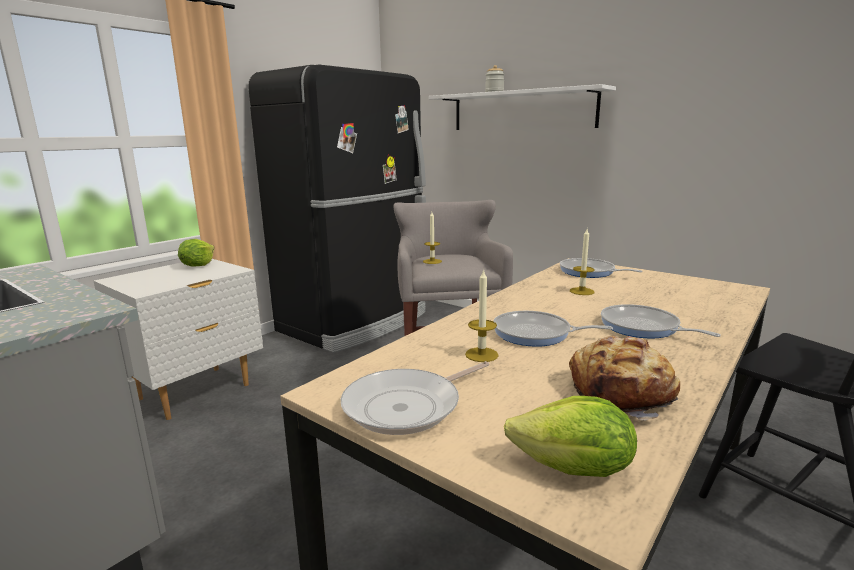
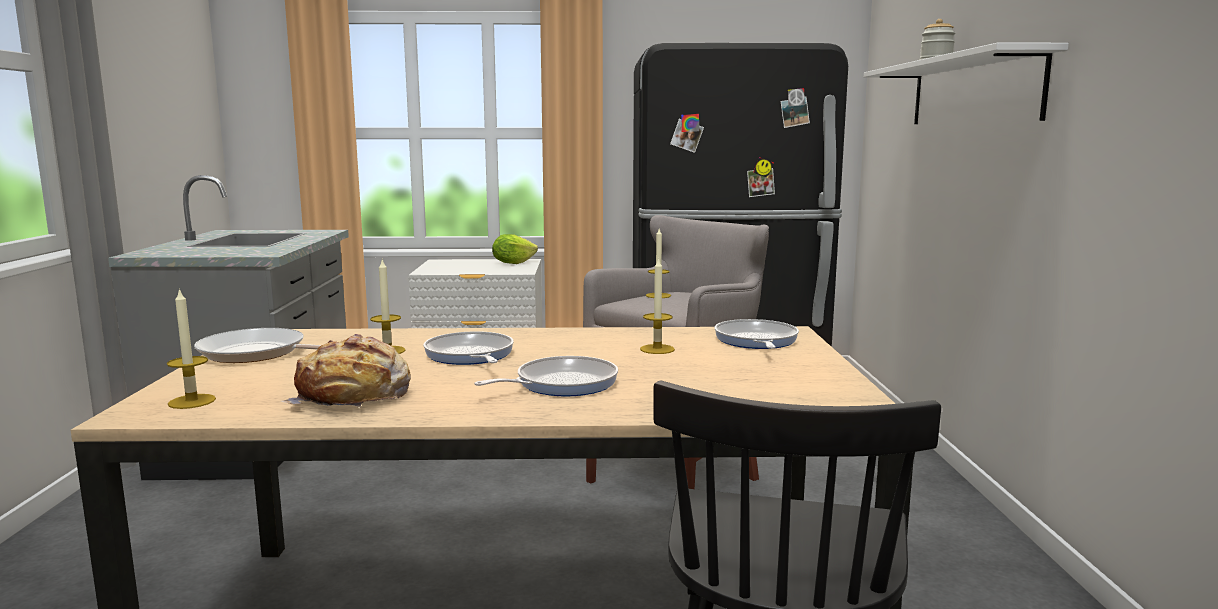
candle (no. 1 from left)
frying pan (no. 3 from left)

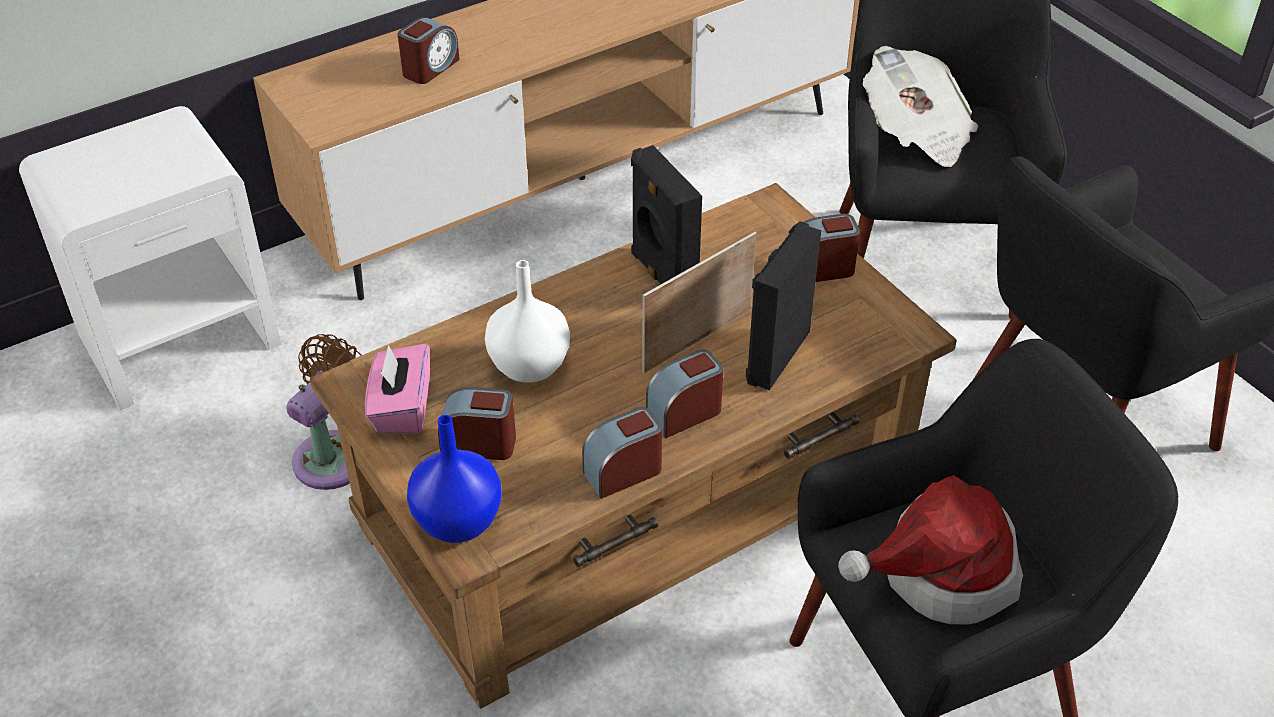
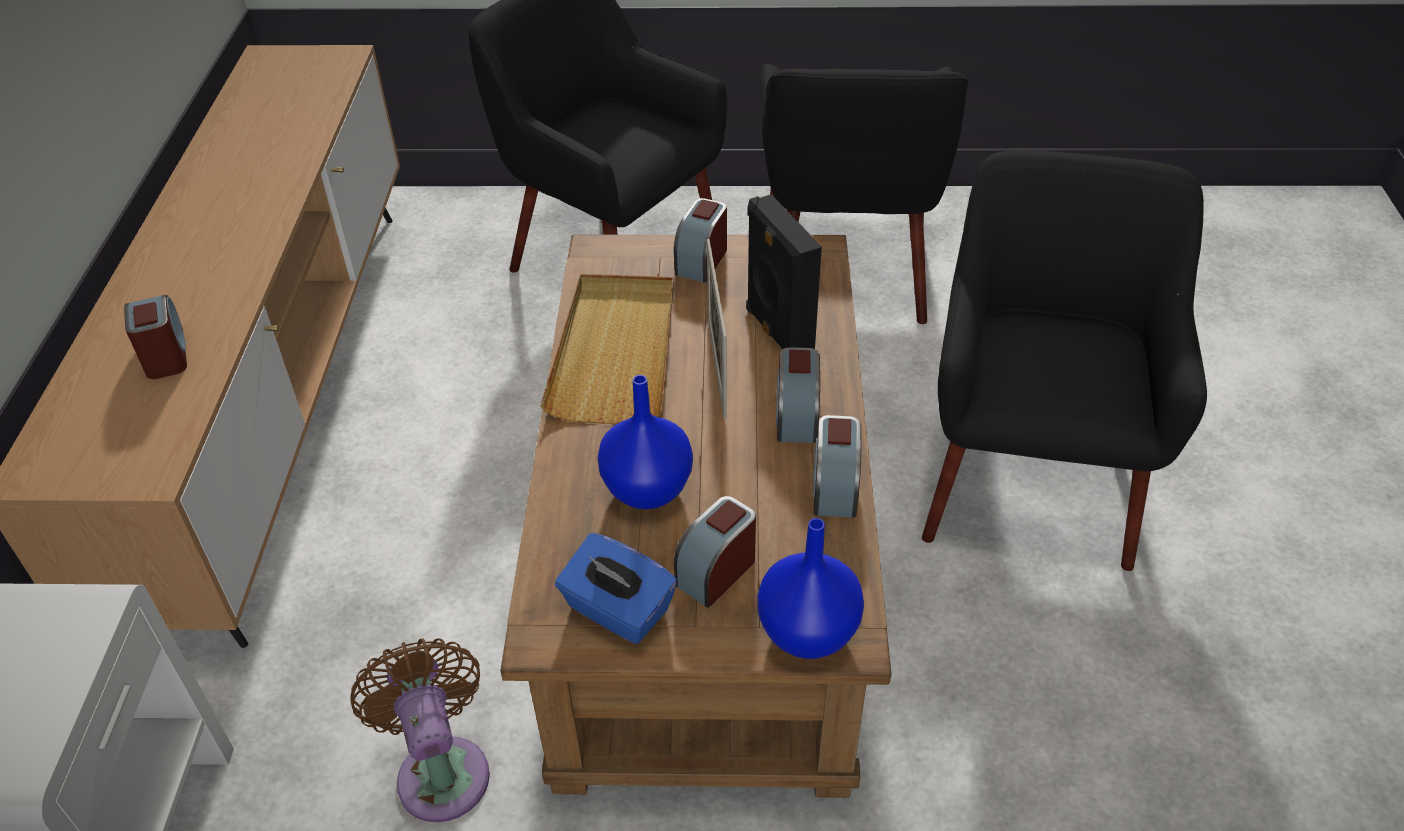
blue tissue box
blue vase (no. 1 from left)
beige tray
hat
newspaper

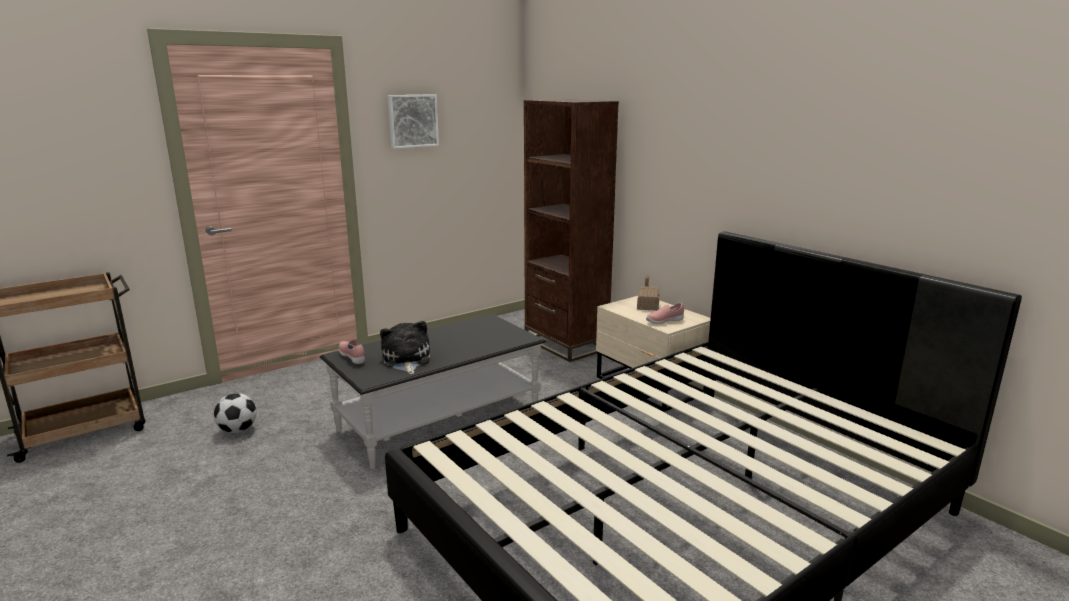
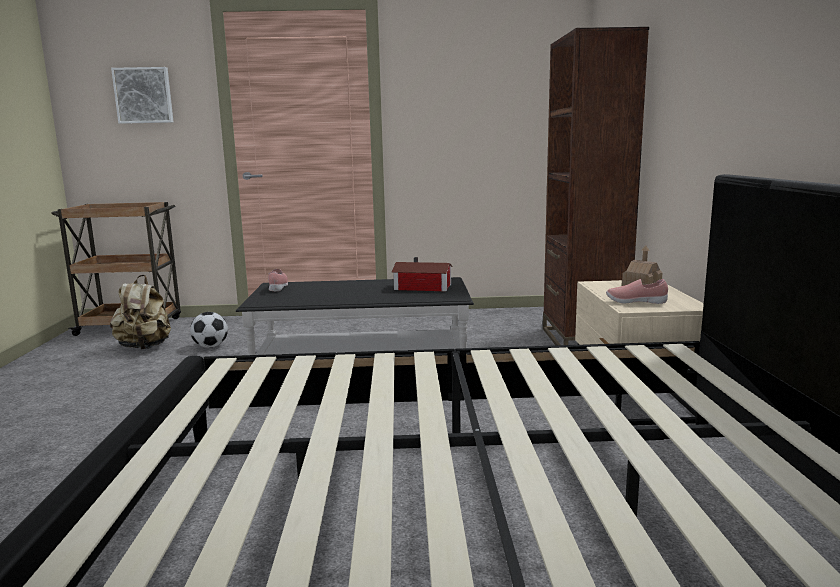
plush toy
picture
beige backpack
toy house (no. 1 from left)

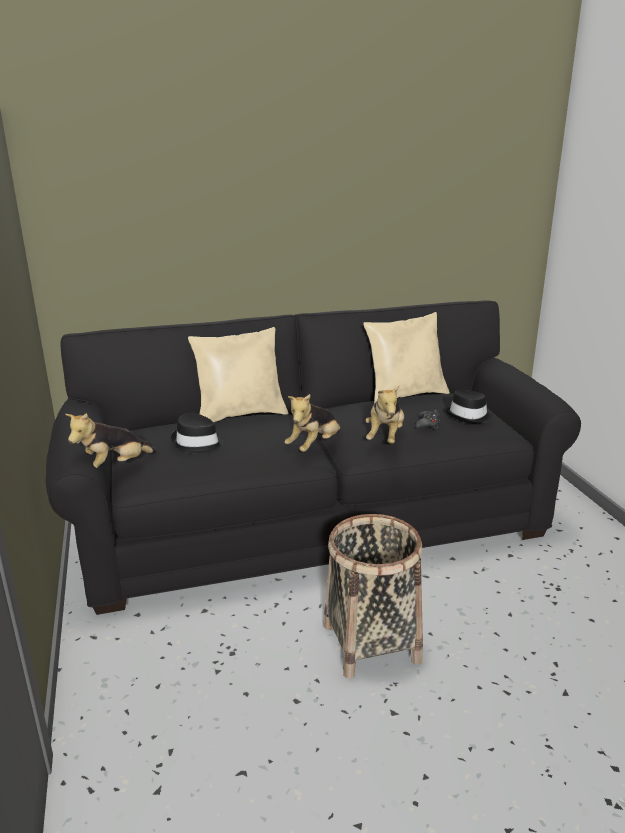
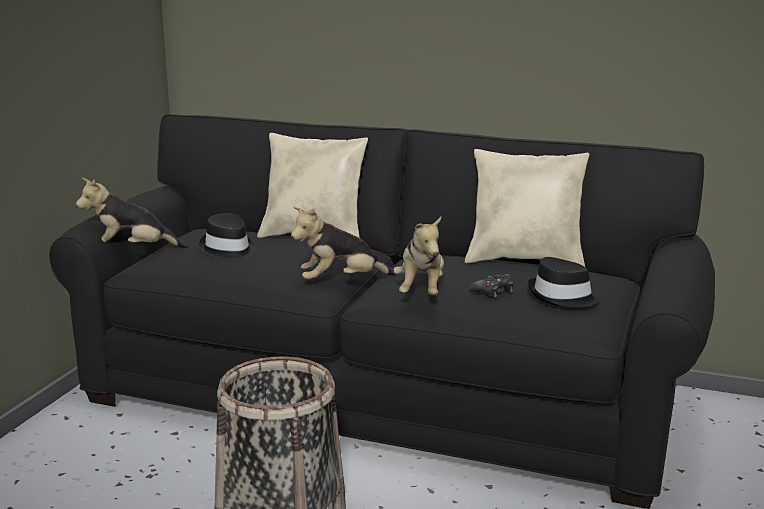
plush toy (no. 3 from left)

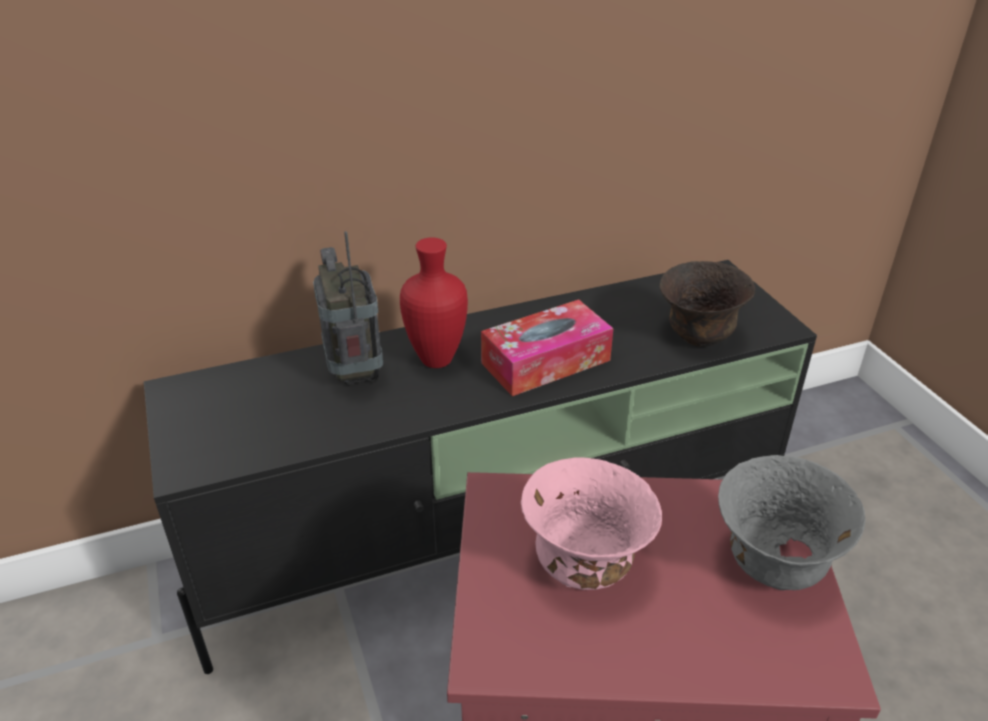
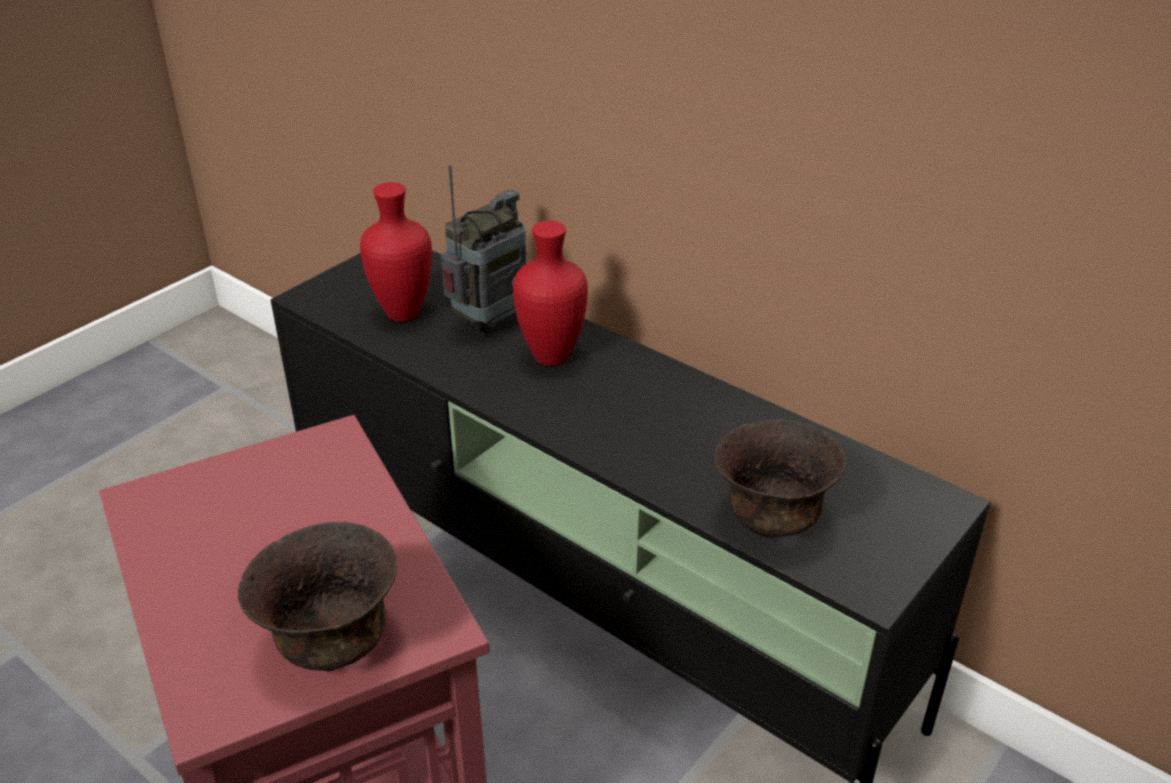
tissue box
pink bowl
brown bowl (no. 1 from left)
red vase (no. 1 from left)

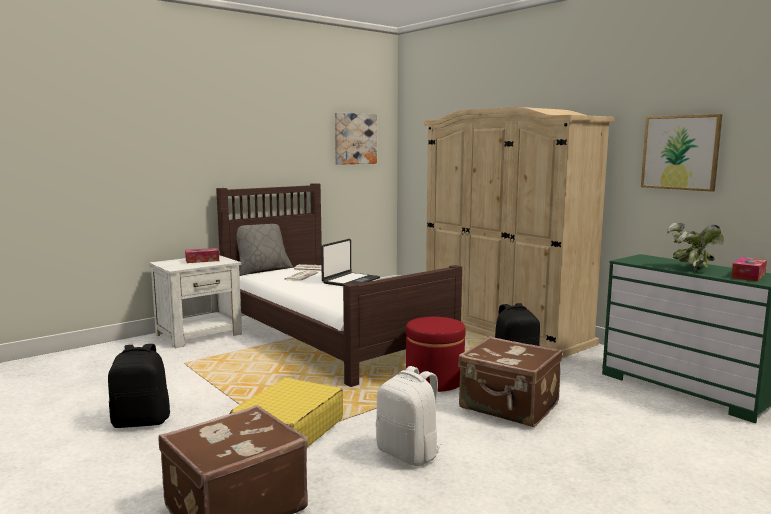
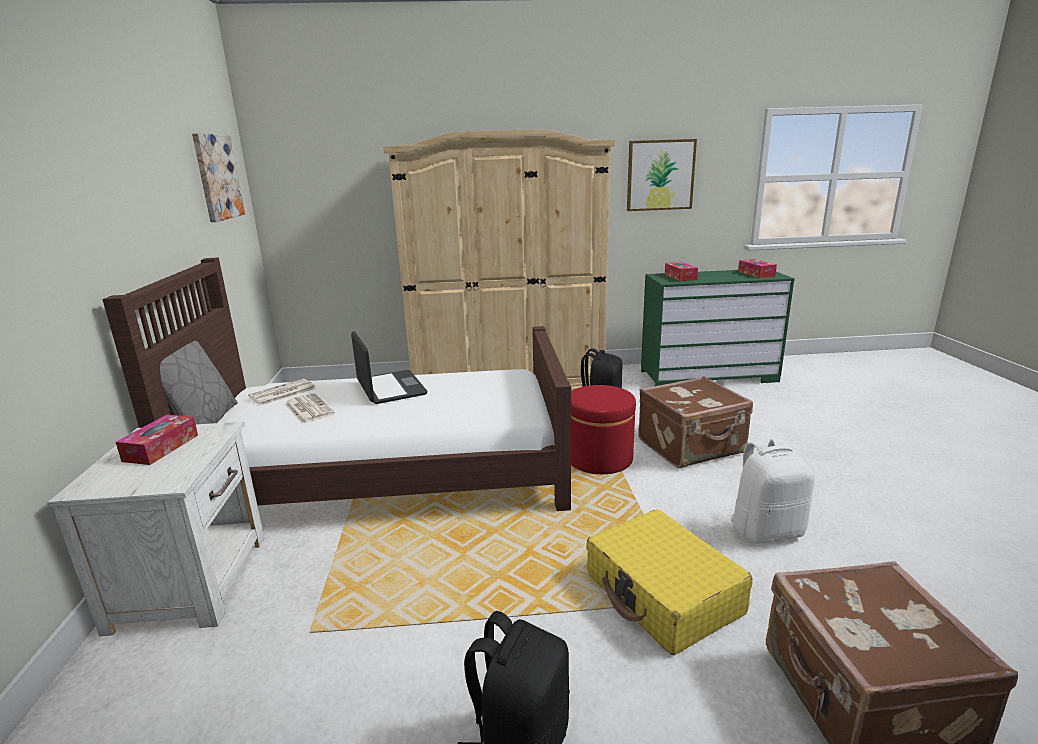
potted plant
tissue box (no. 2 from left)

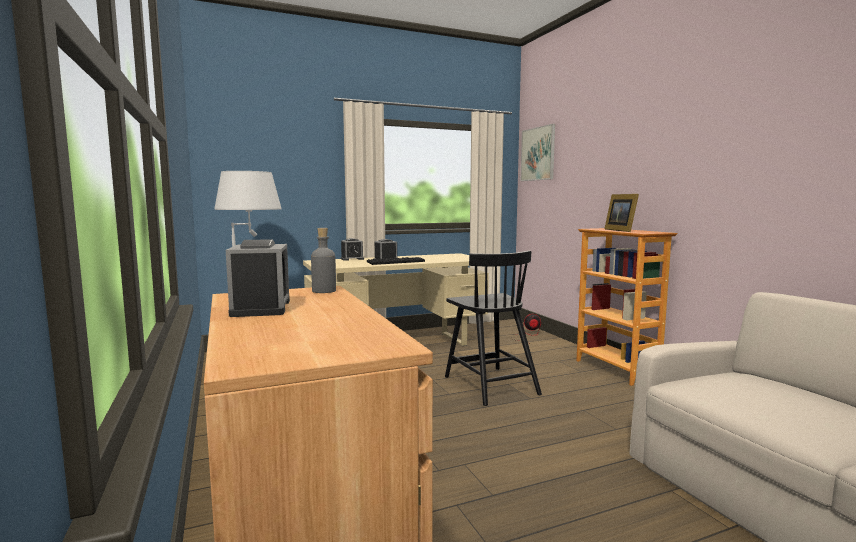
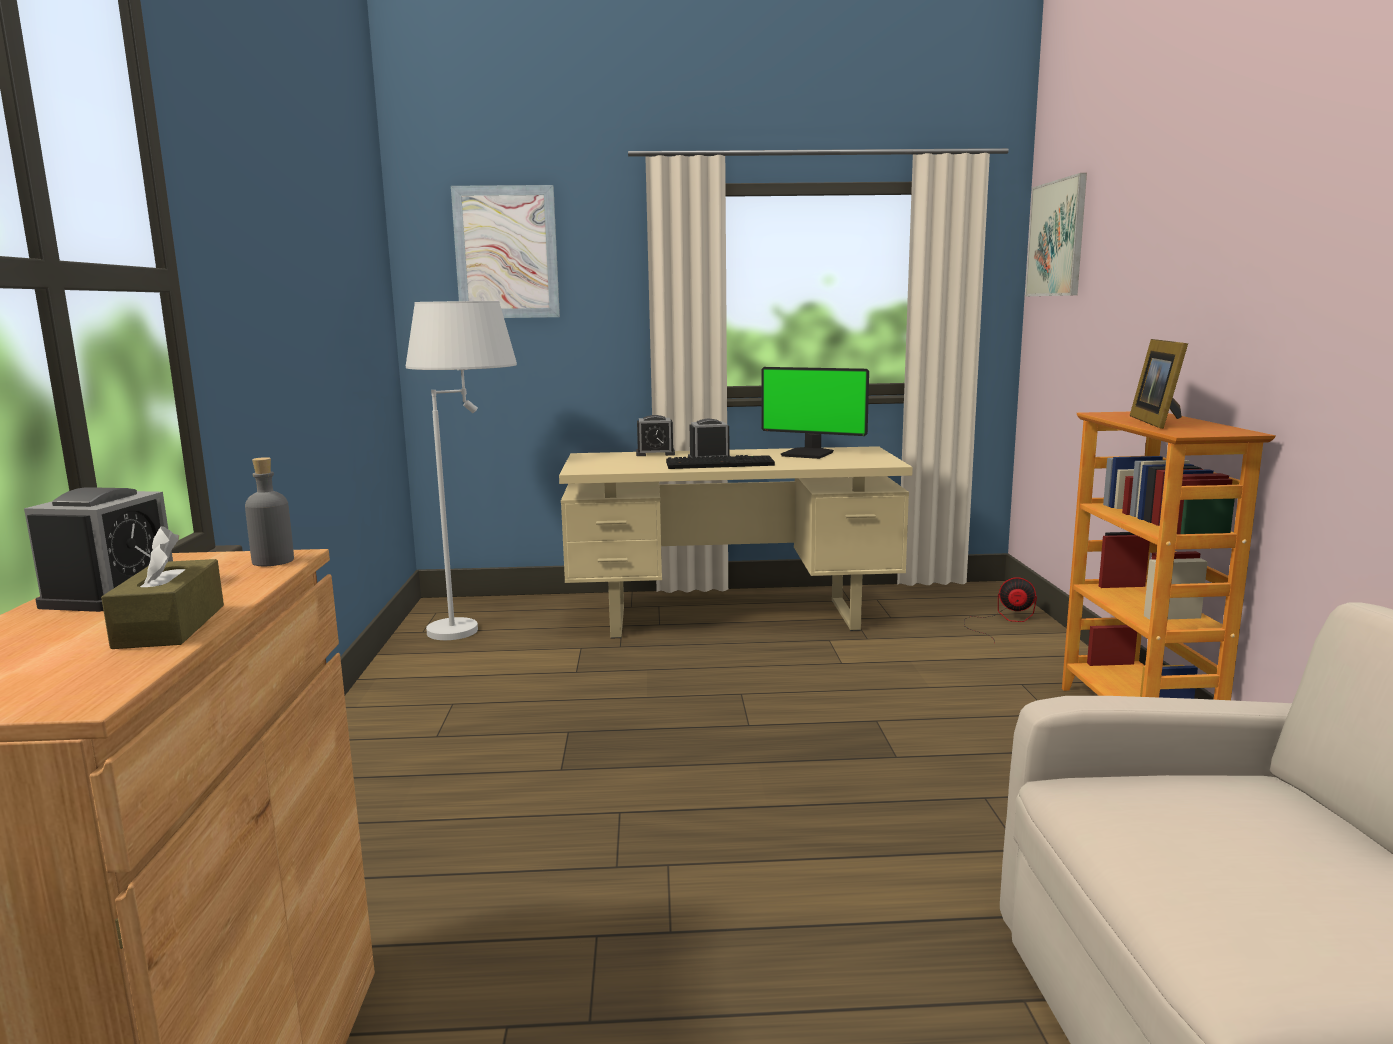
black chair
brown tissue box
picture (no. 1 from left)
monitor

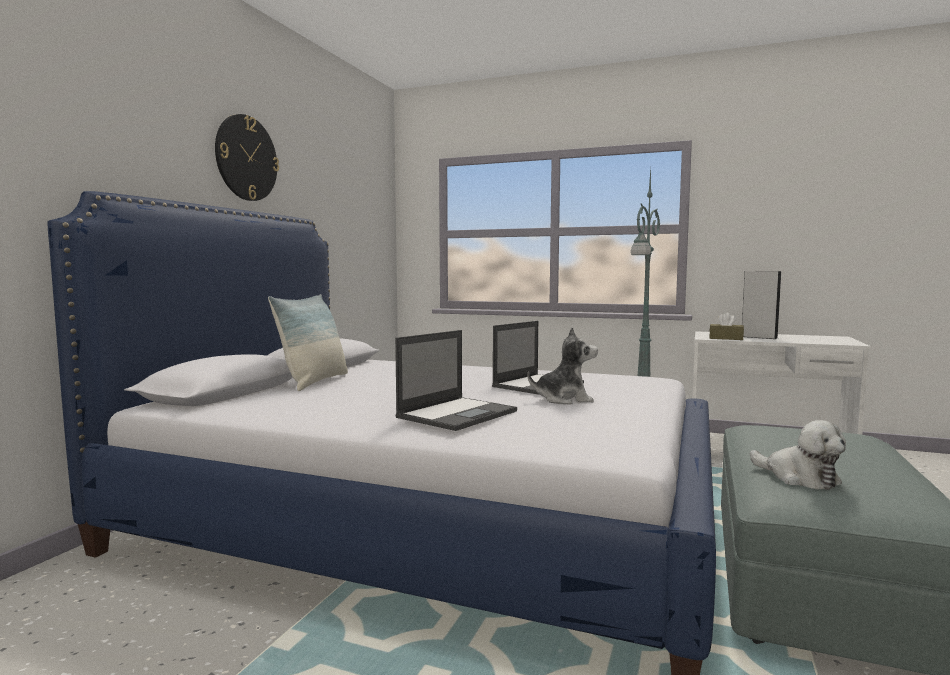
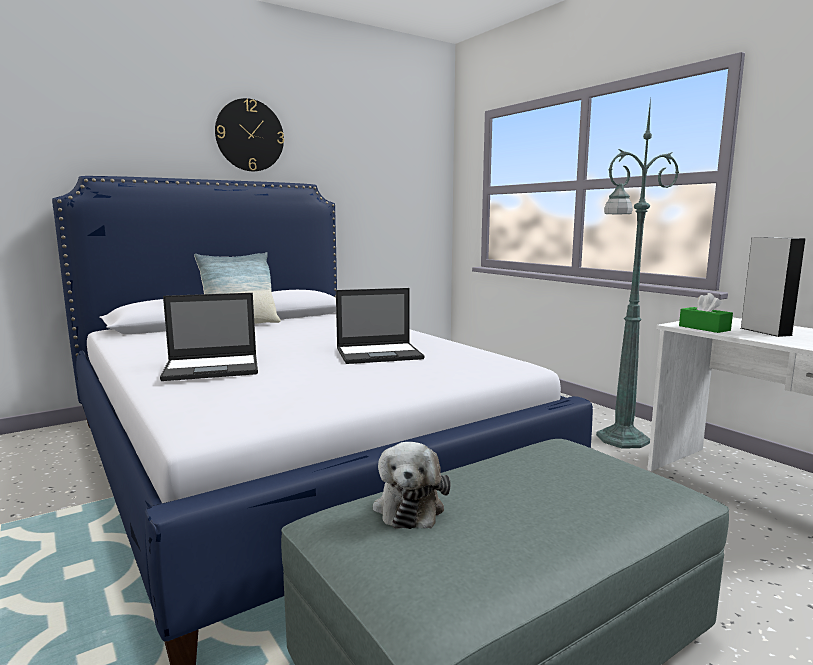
plush toy (no. 1 from left in the first image)
green tissue box

